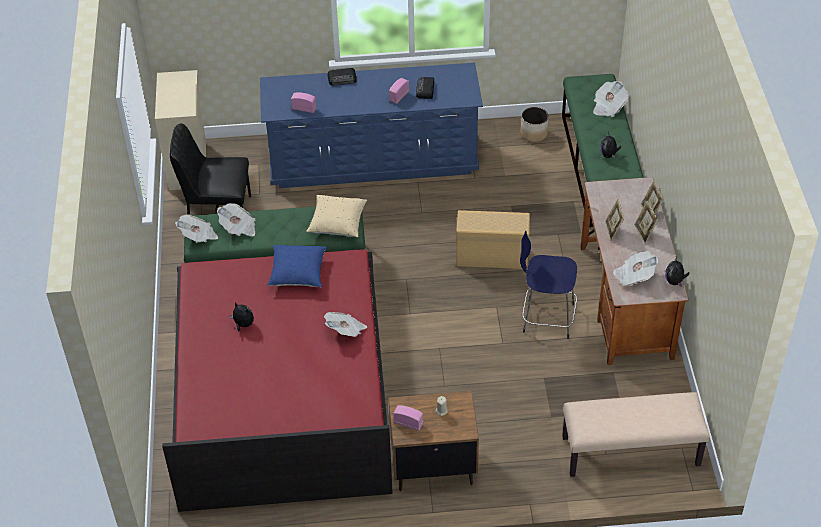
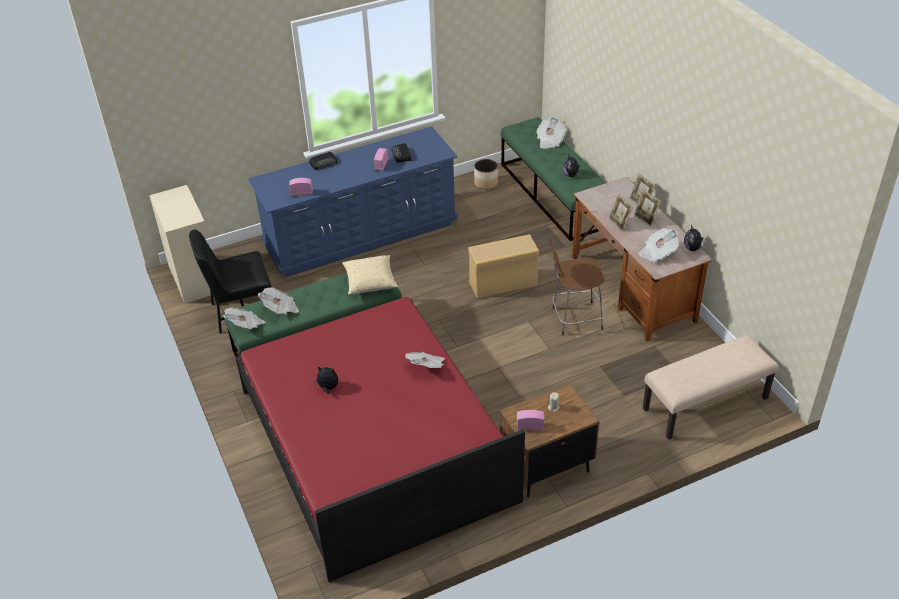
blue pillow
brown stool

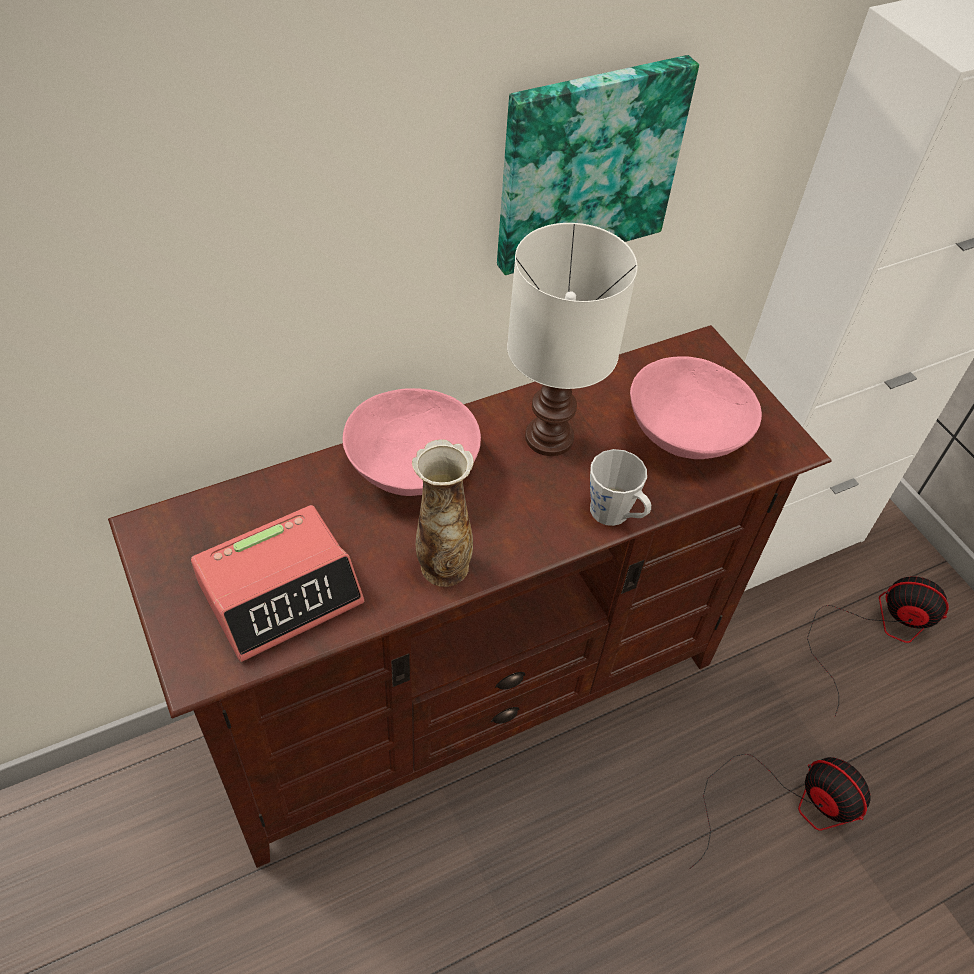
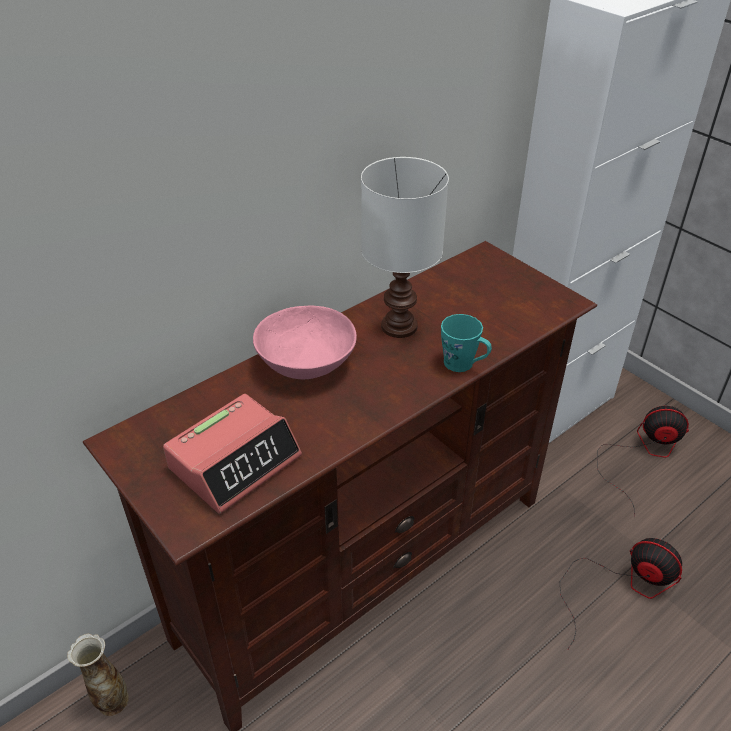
vase
picture
turquoise mug
pink bowl (no. 2 from left in the first image)

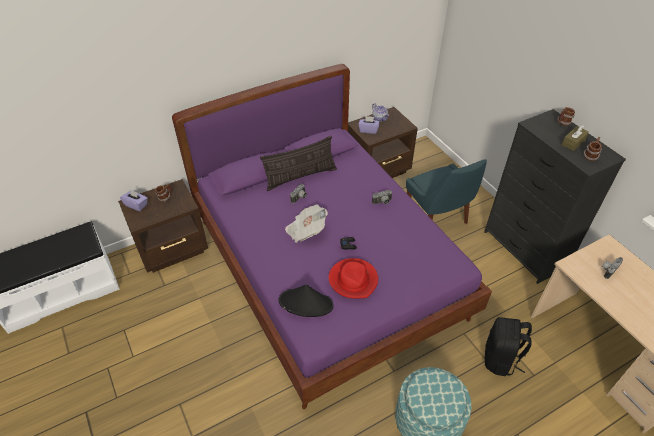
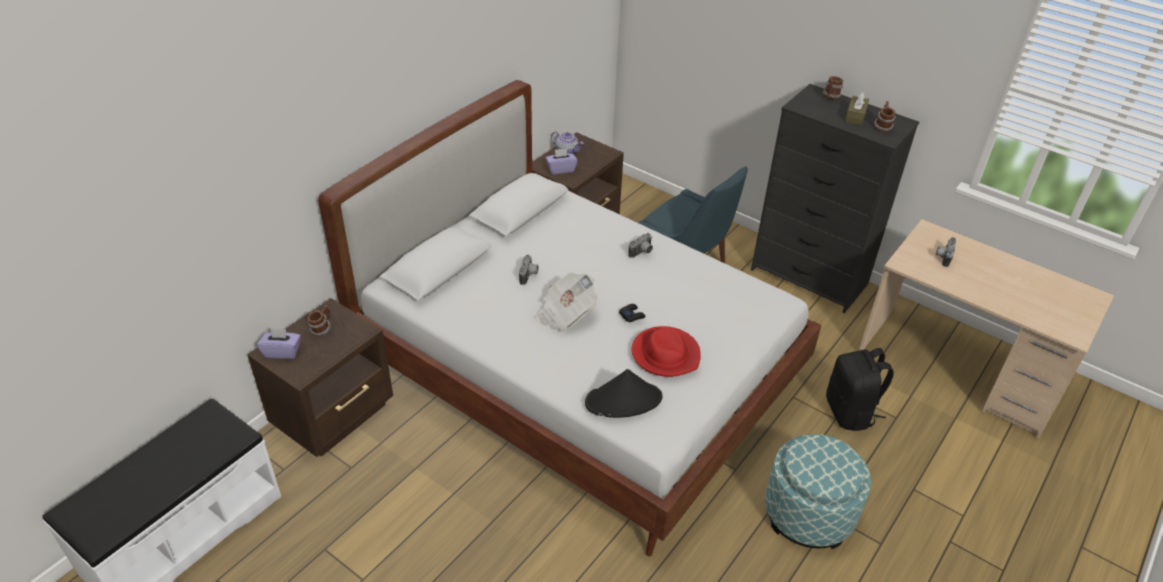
white bed
pillow

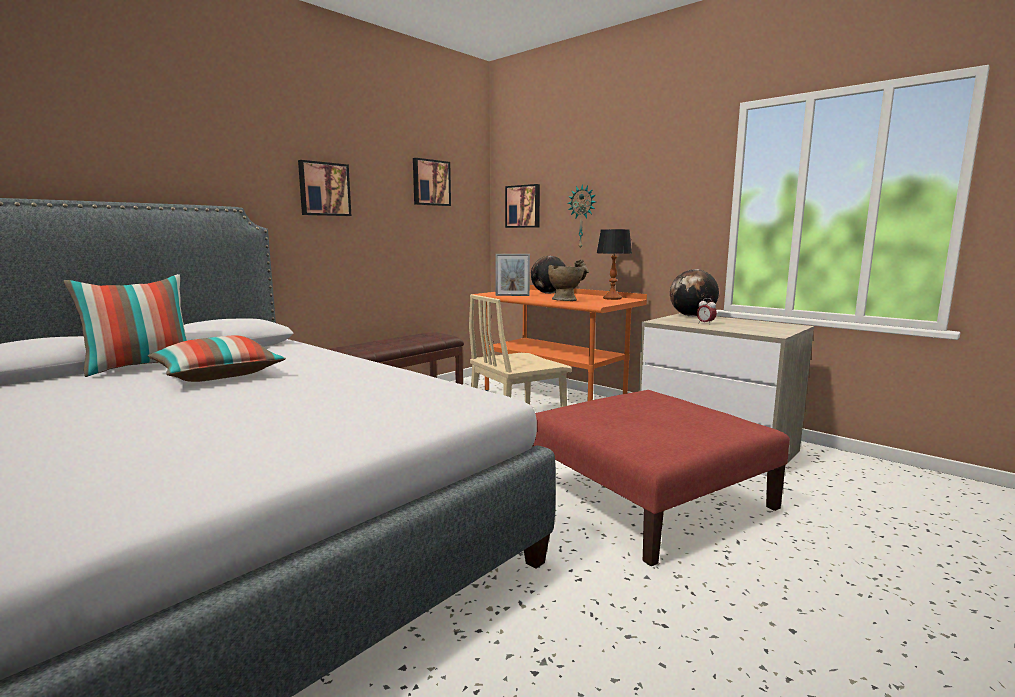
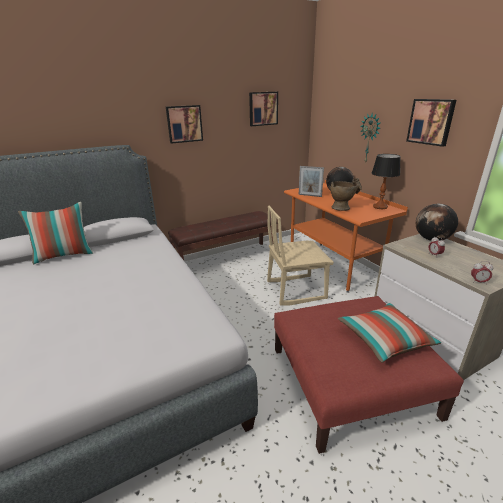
pillow (no. 2 from left)
picture (no. 3 from left)
alarm clock (no. 2 from left)

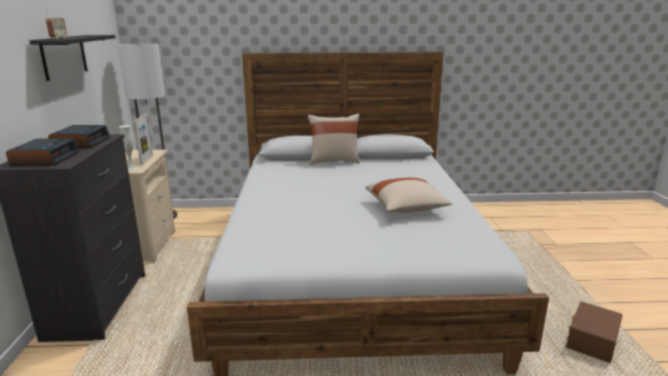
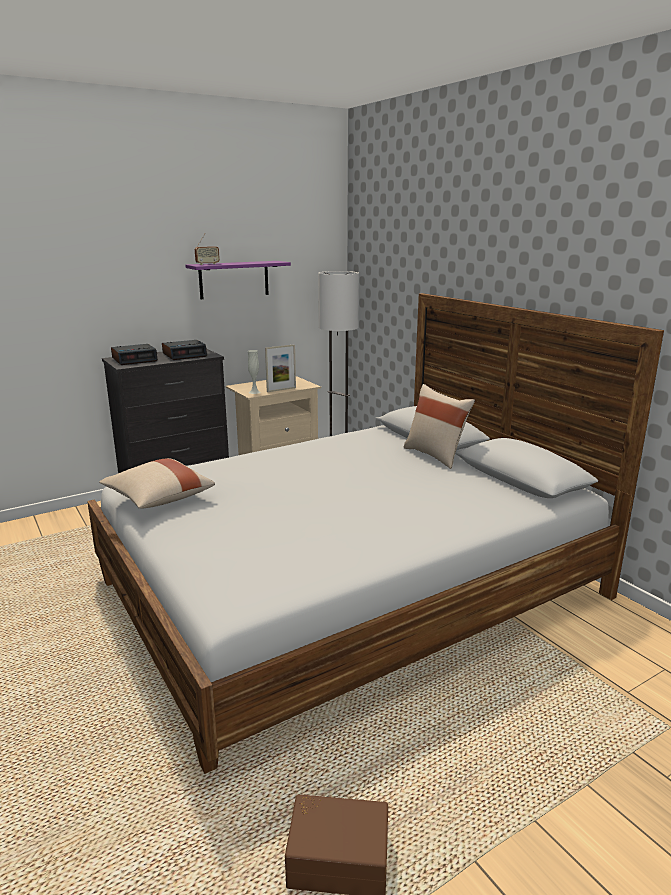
purple shelf
beige pillow (no. 1 from left)

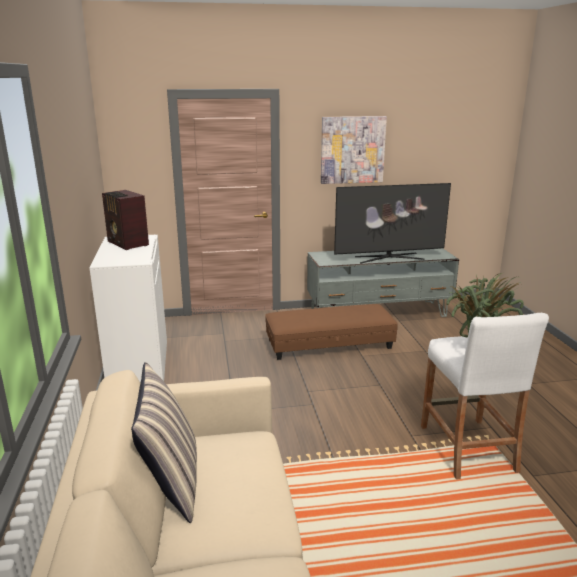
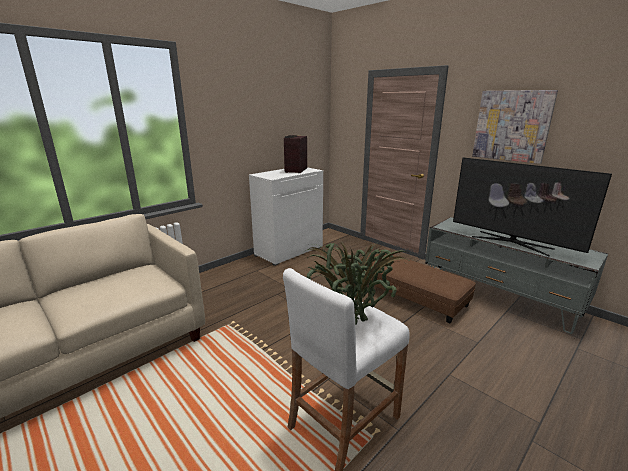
pillow

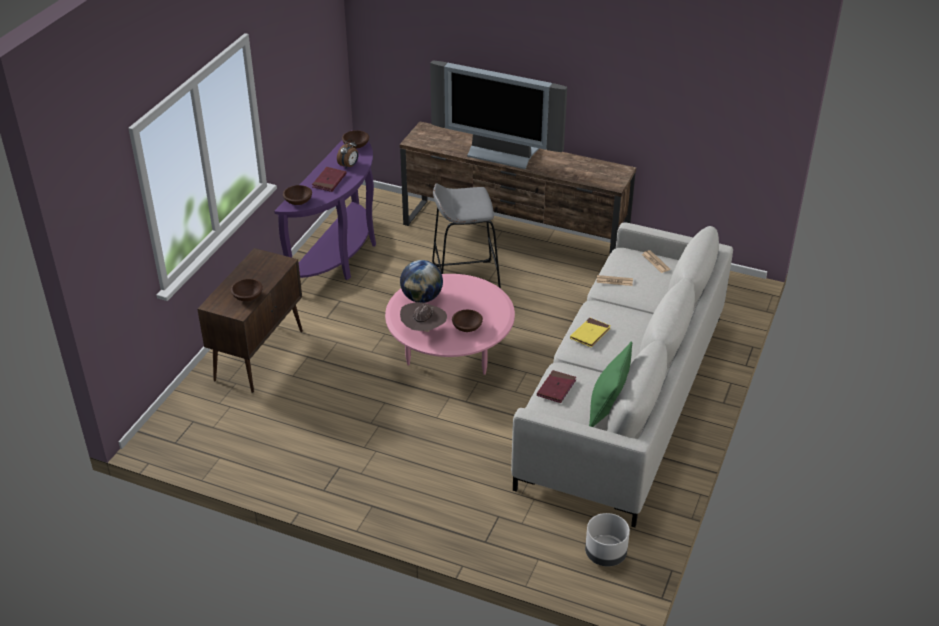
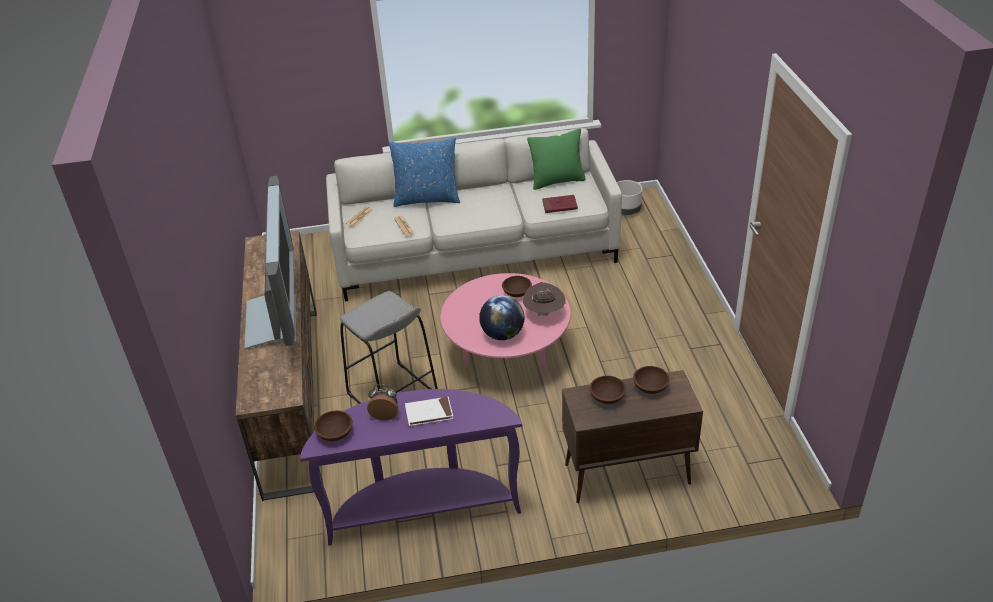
brown bowl (no. 3 from left)
white book
yellow book
blue pillow

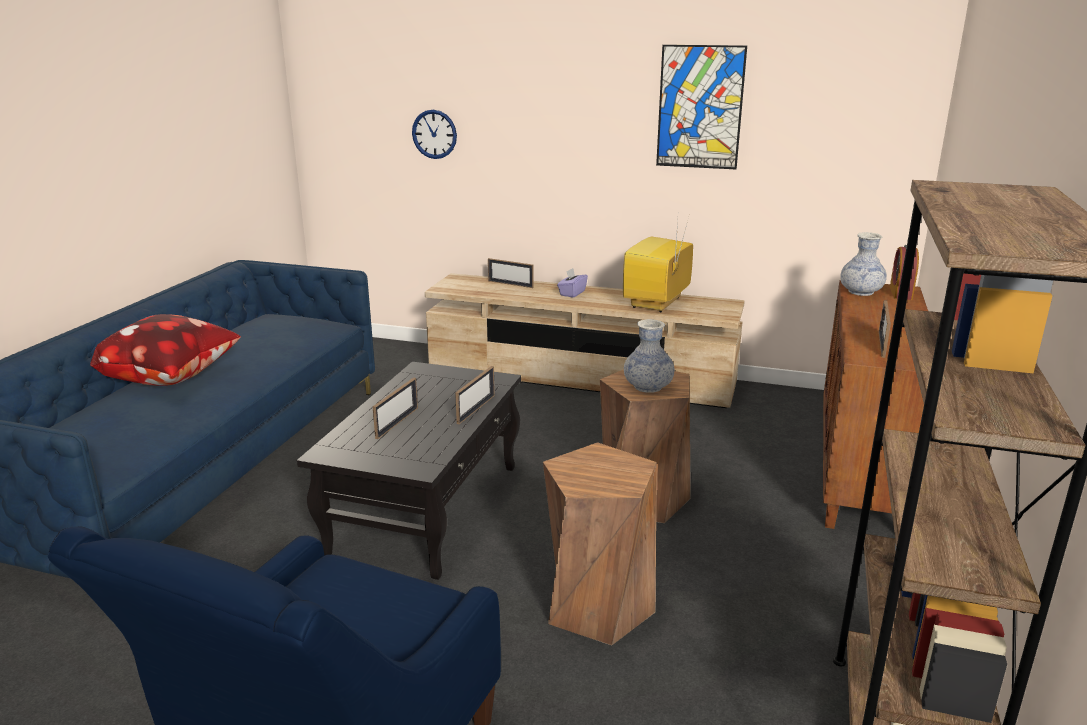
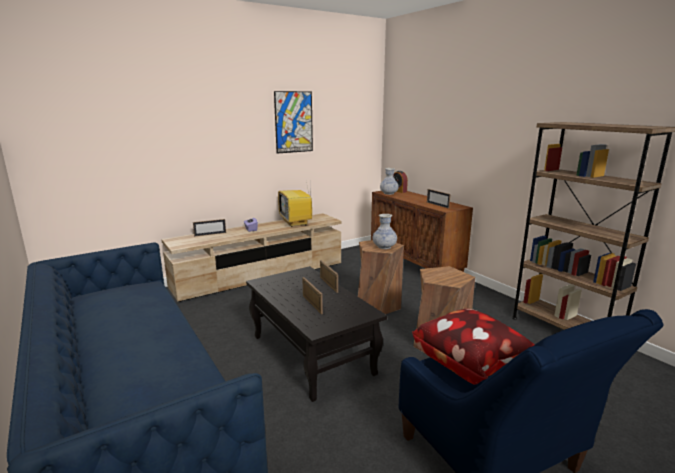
pillow
wall clock

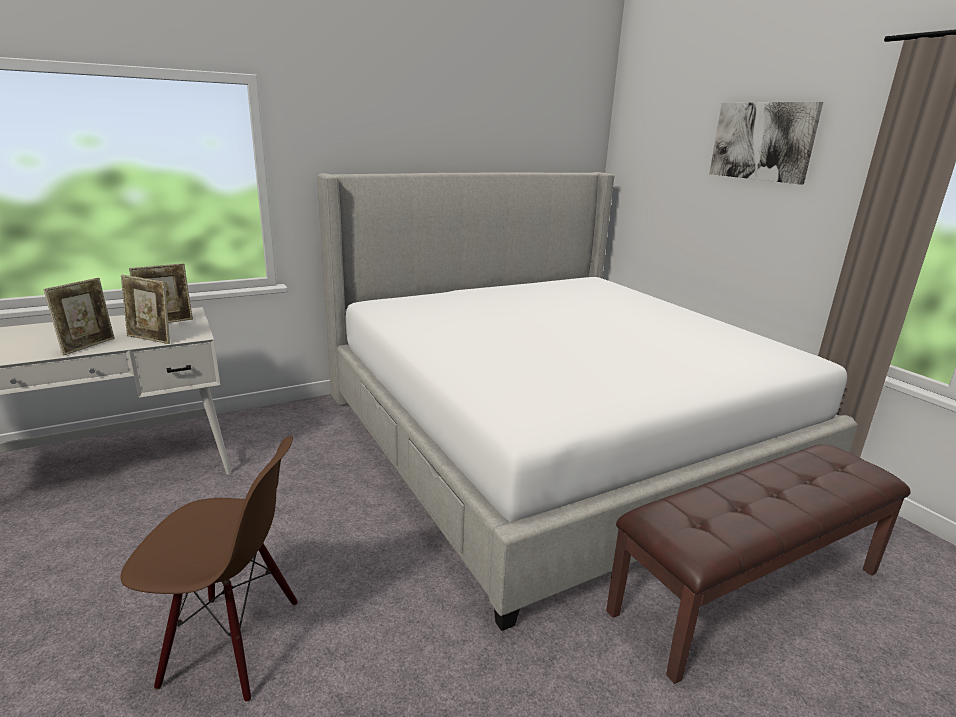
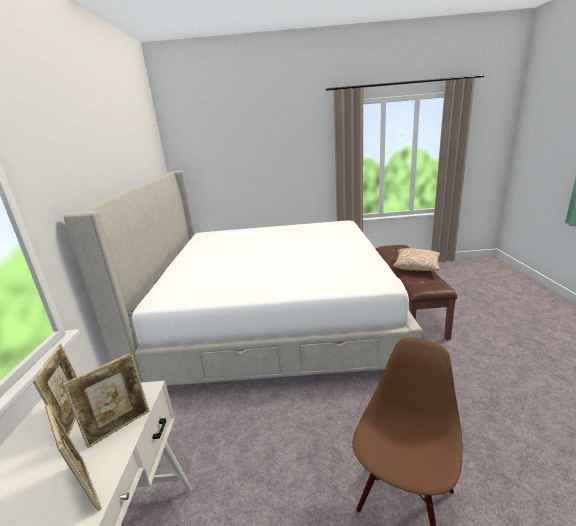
picture
pillow

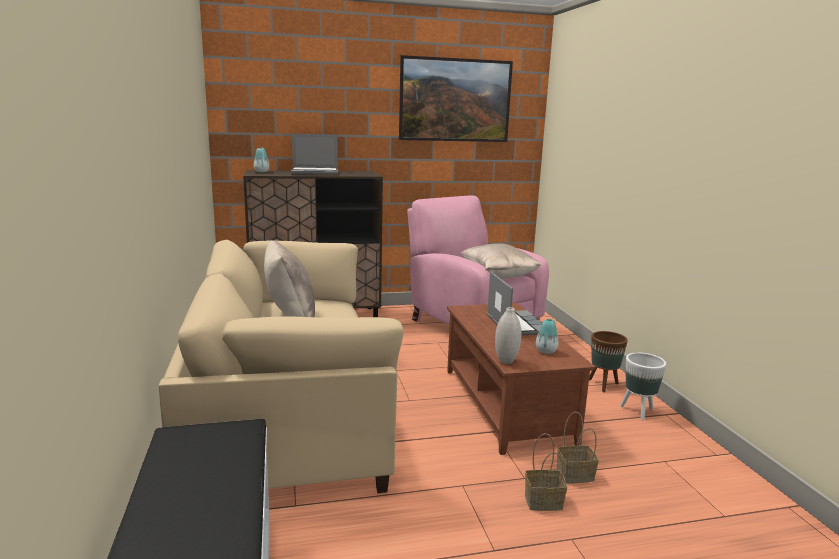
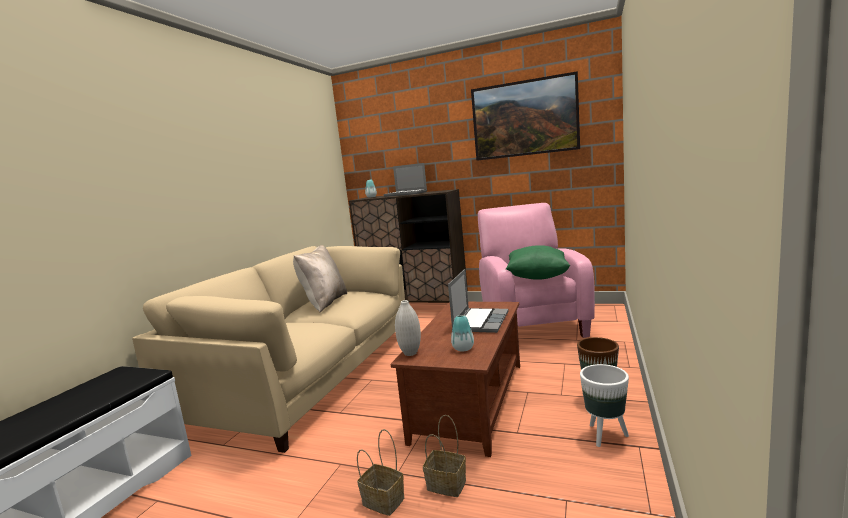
green pillow

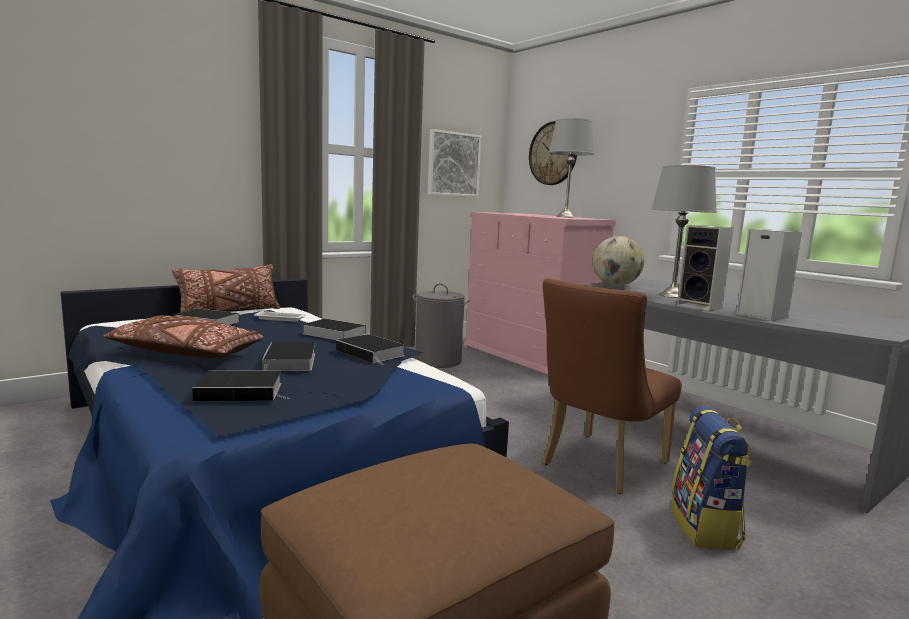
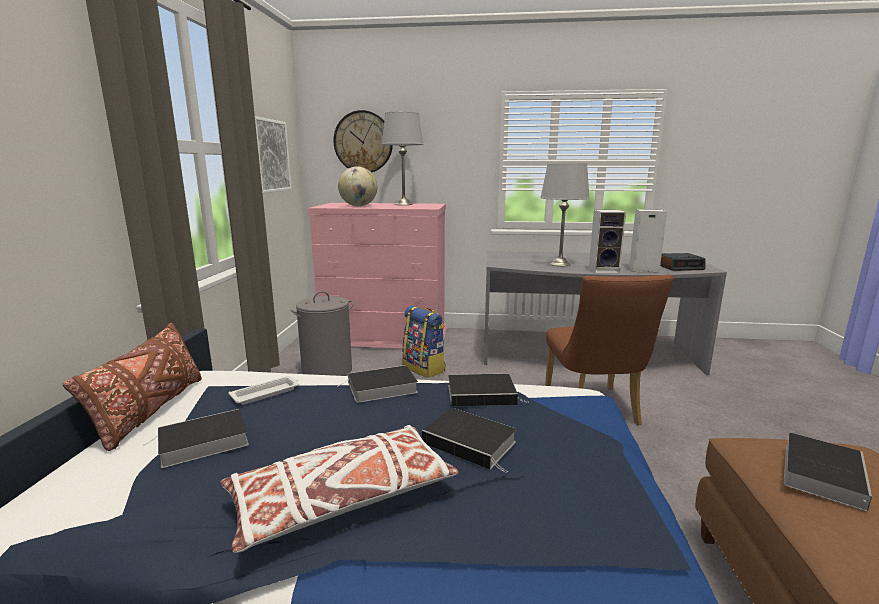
white pillow
book (no. 5 from left)
globe
backpack
alarm clock

